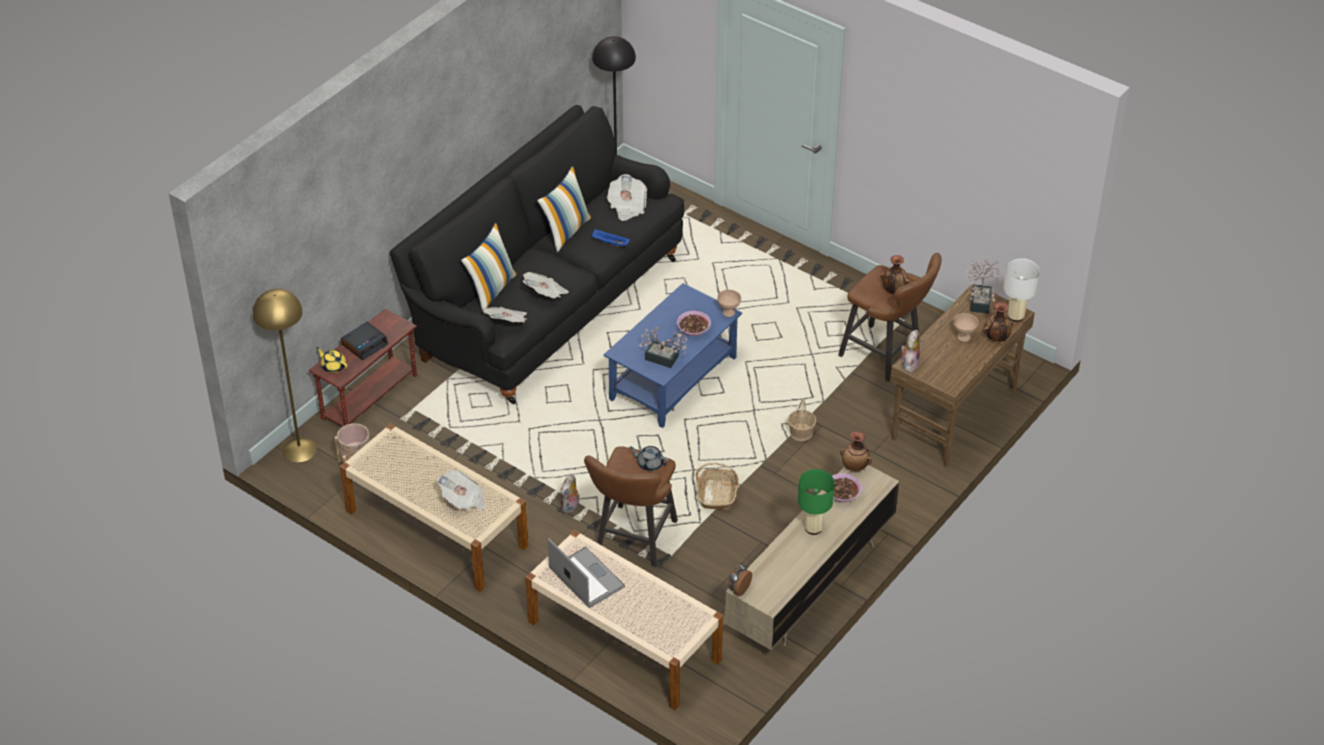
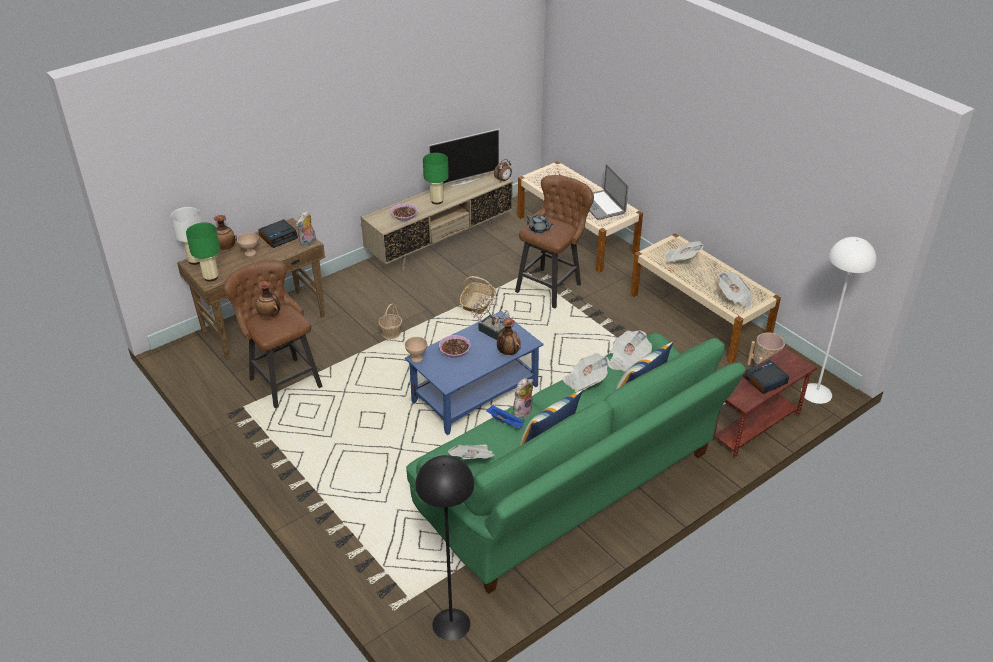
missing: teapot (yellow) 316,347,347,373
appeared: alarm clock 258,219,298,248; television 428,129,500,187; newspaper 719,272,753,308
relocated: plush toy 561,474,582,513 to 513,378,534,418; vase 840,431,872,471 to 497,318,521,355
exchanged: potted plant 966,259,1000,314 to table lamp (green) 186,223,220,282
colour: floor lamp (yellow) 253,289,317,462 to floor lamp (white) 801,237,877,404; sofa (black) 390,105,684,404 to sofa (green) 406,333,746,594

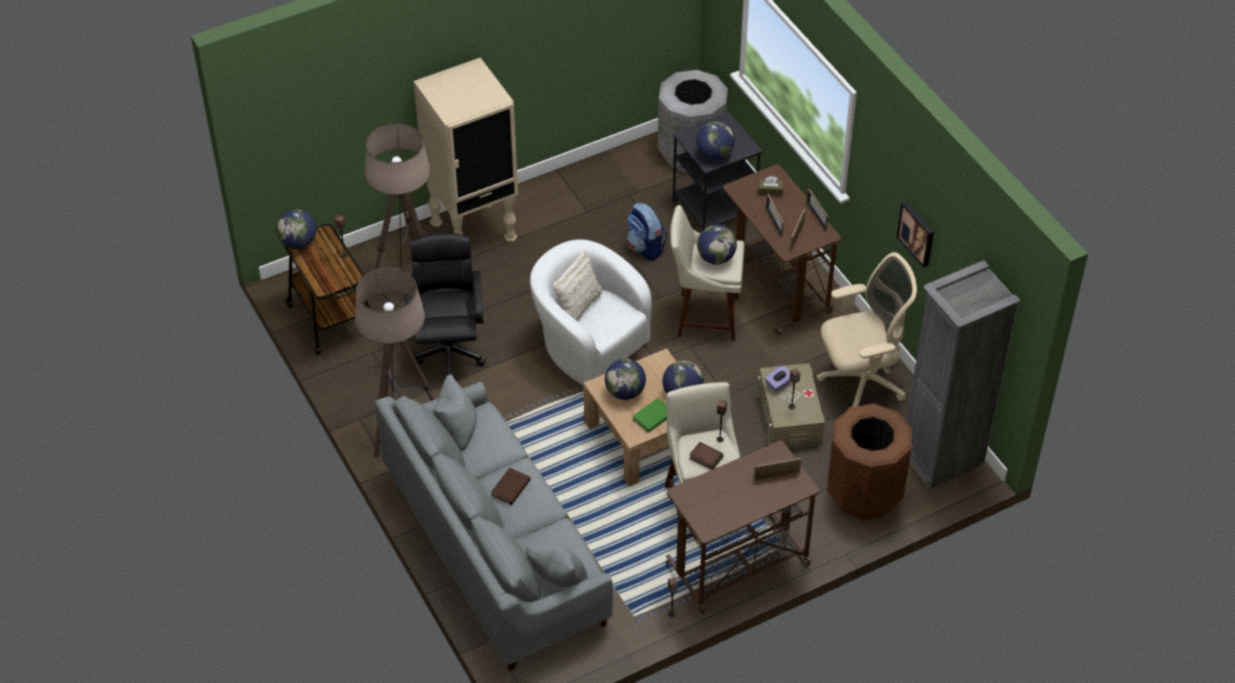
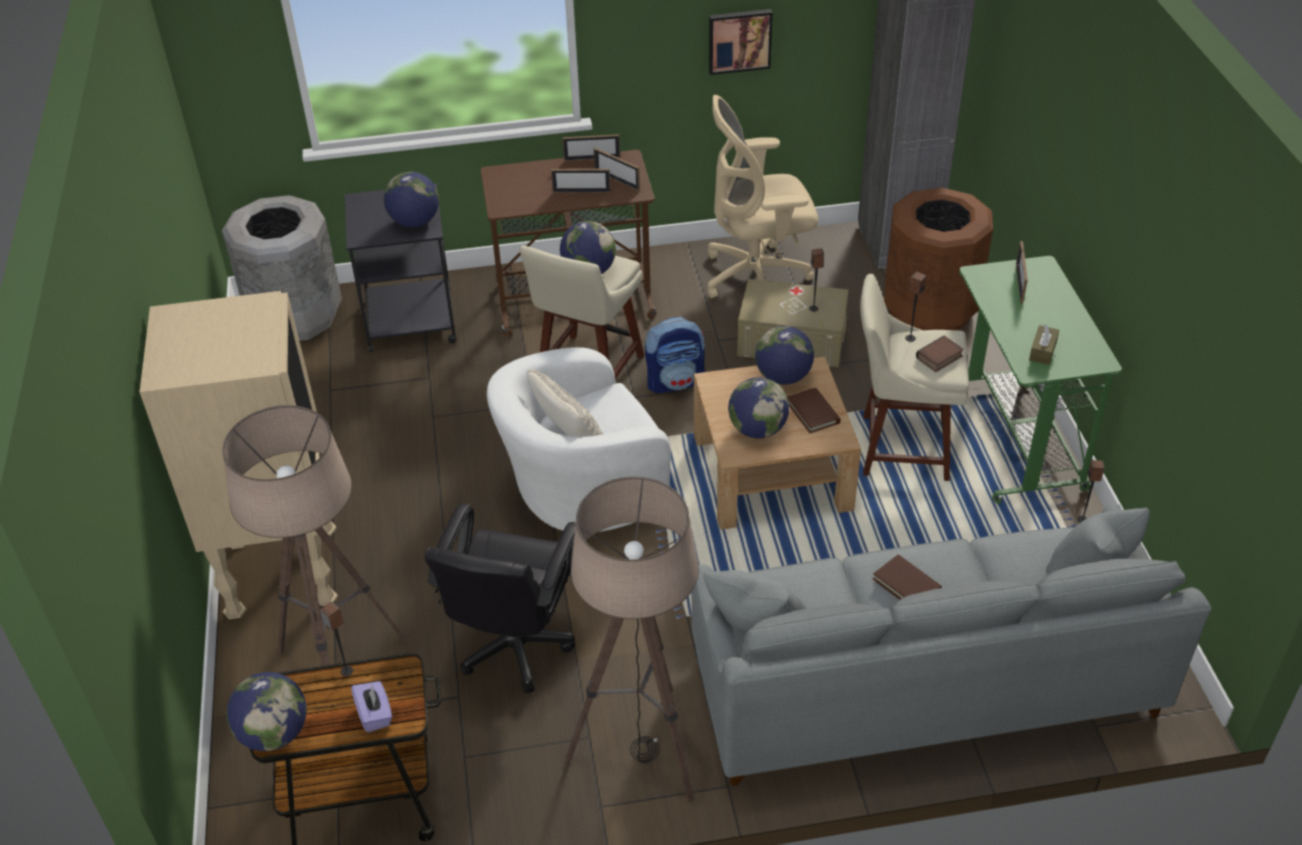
relocated: backpack 627,203,667,261 to 645,317,705,393; tissue box (brown) 758,176,783,196 to 1029,324,1059,365; tissue box (purple) 765,365,791,392 to 351,681,392,733
colour: book (green) 633,398,667,433 to book (brown) 787,388,841,433; desk (brown) 666,441,820,614 to desk (green) 959,256,1122,504
spun: office chair (black) 405,232,485,380 = 425,503,576,693 90 degrees counterclockwise; office chair (beige) 816,252,917,408 = 708,95,818,298 105 degrees counterclockwise

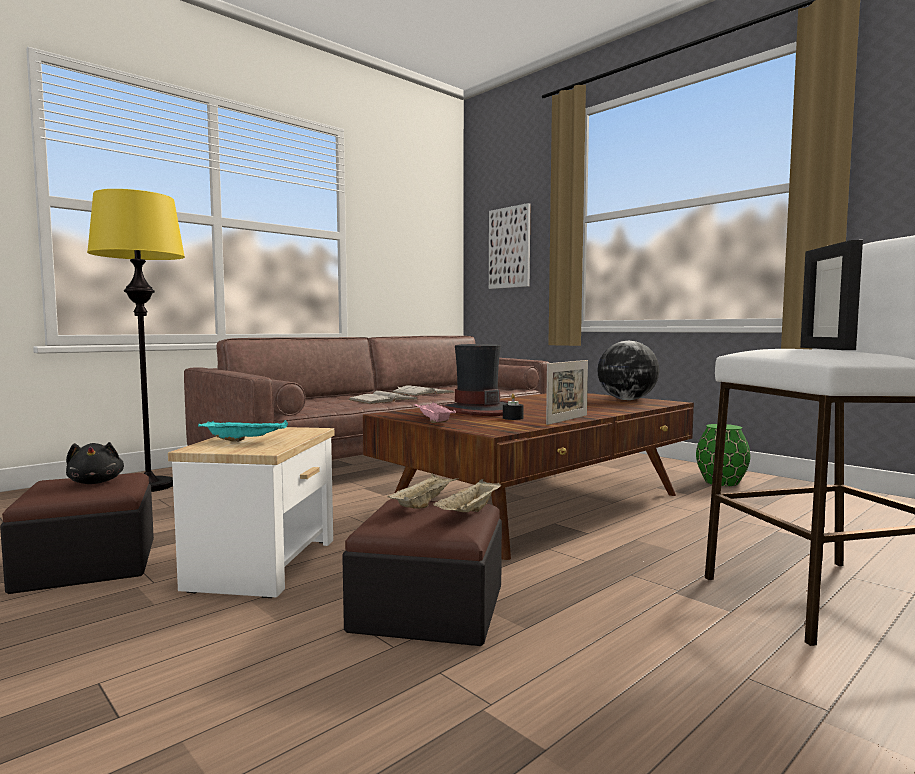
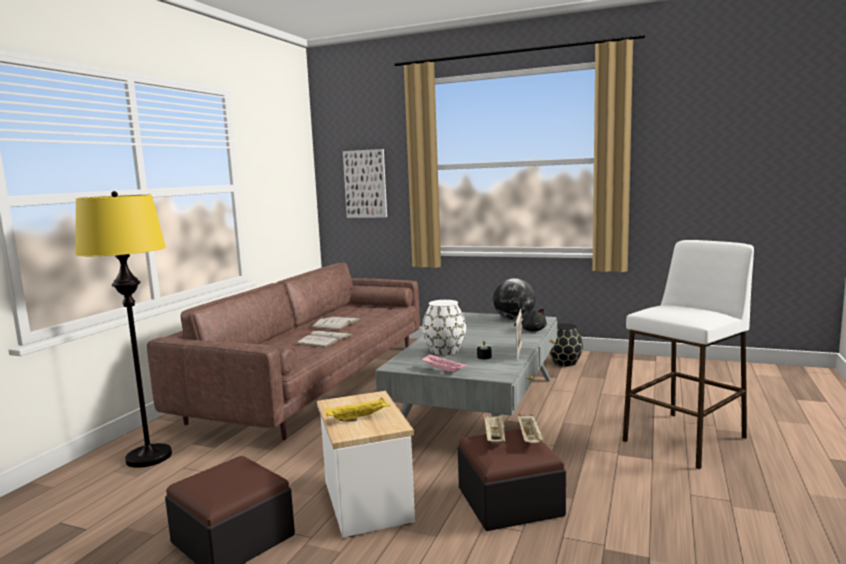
missing: picture frame 800,240,863,350
relocated: plush toy (black) 66,442,124,484 to 514,309,547,331
exchanged: hat 439,344,508,416 to vase (white) 422,300,466,355
colour: tray (turquoise) 198,420,288,442 to tray (yellow) 325,398,391,422; coffee table (brown) 363,393,694,560 to coffee table (grey) 375,312,557,431; vase (green) 696,424,750,486 to vase (black) 550,323,583,366

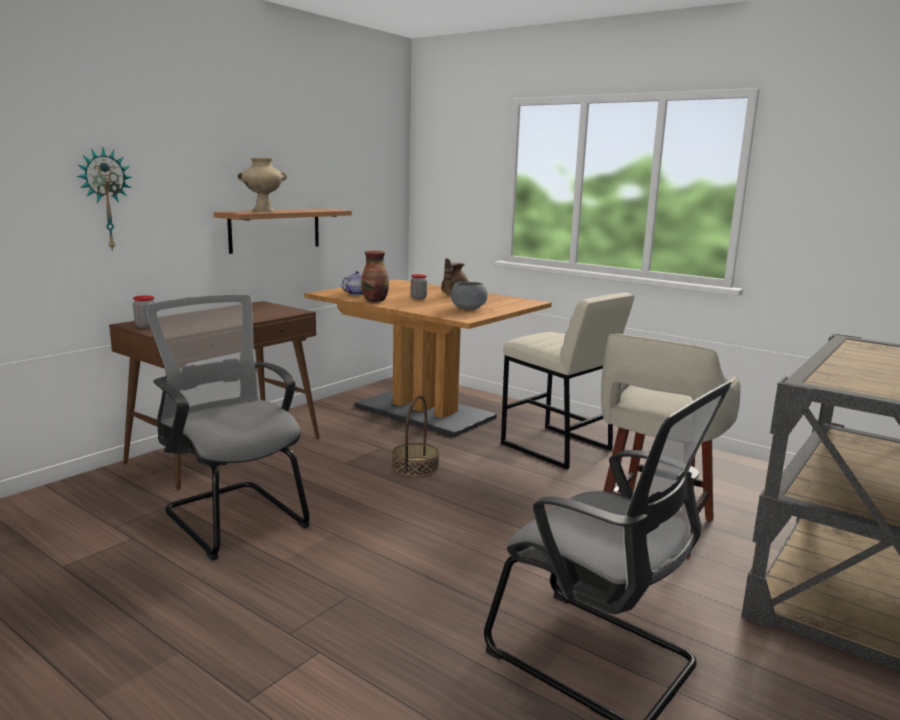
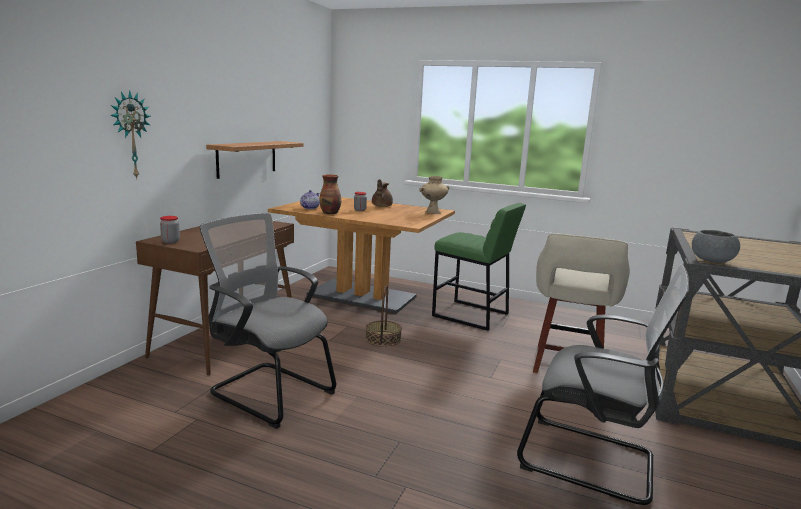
relocated: vase (beige) 237,158,287,212 to 419,176,449,214; bowl (grey) 451,282,488,310 to 692,230,740,263
colour: chair (beige) 501,292,634,469 to chair (green) 432,203,526,331

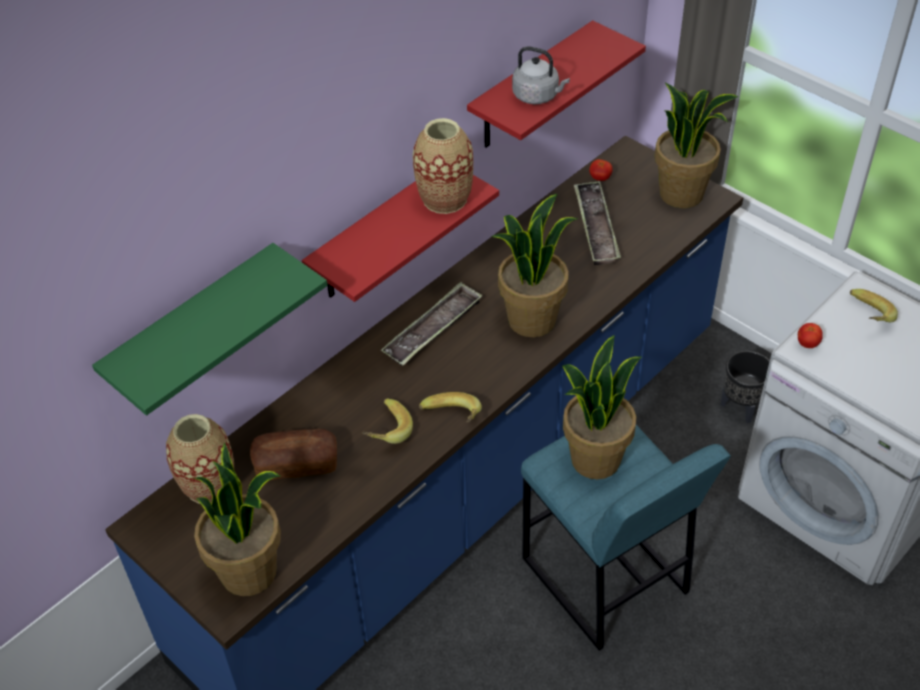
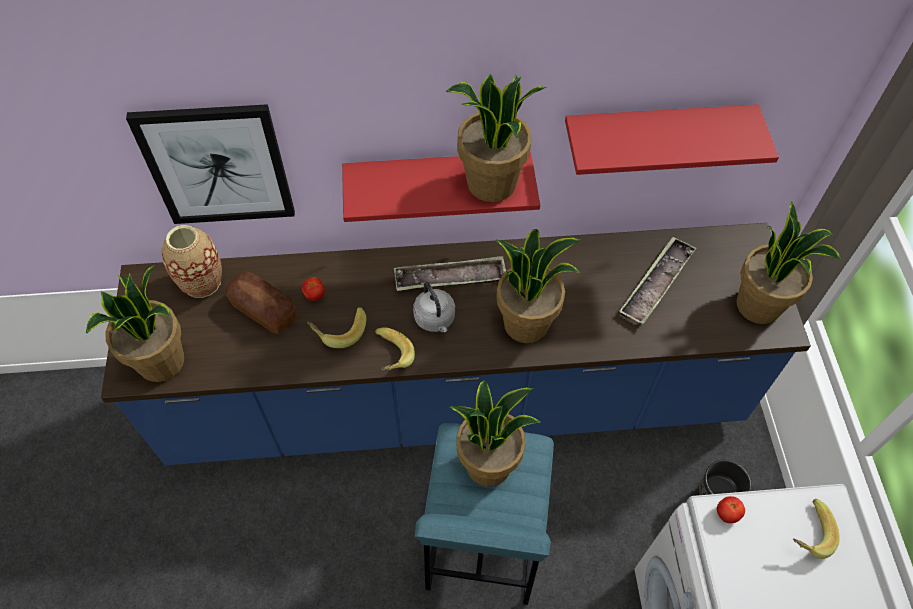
relocated: kettle (grey) 512,46,570,104 to 413,282,455,332; tomato 589,159,613,181 to 302,278,325,301
exchanged: shelf (green) 92,243,328,415 to picture 126,104,295,224; vase 413,118,473,214 to potted plant 446,74,546,202

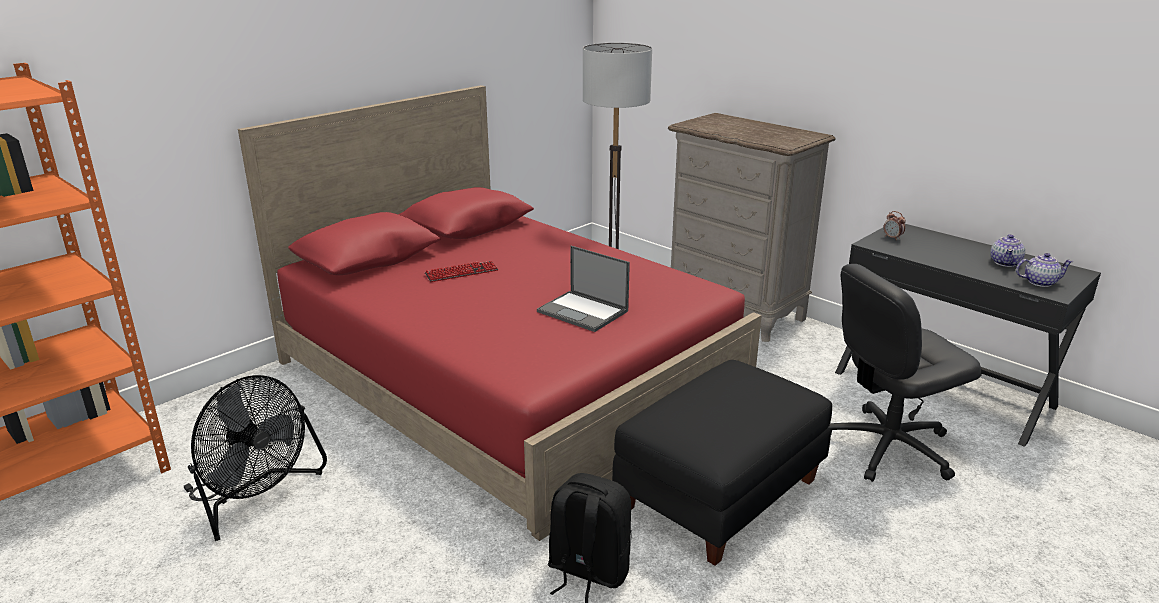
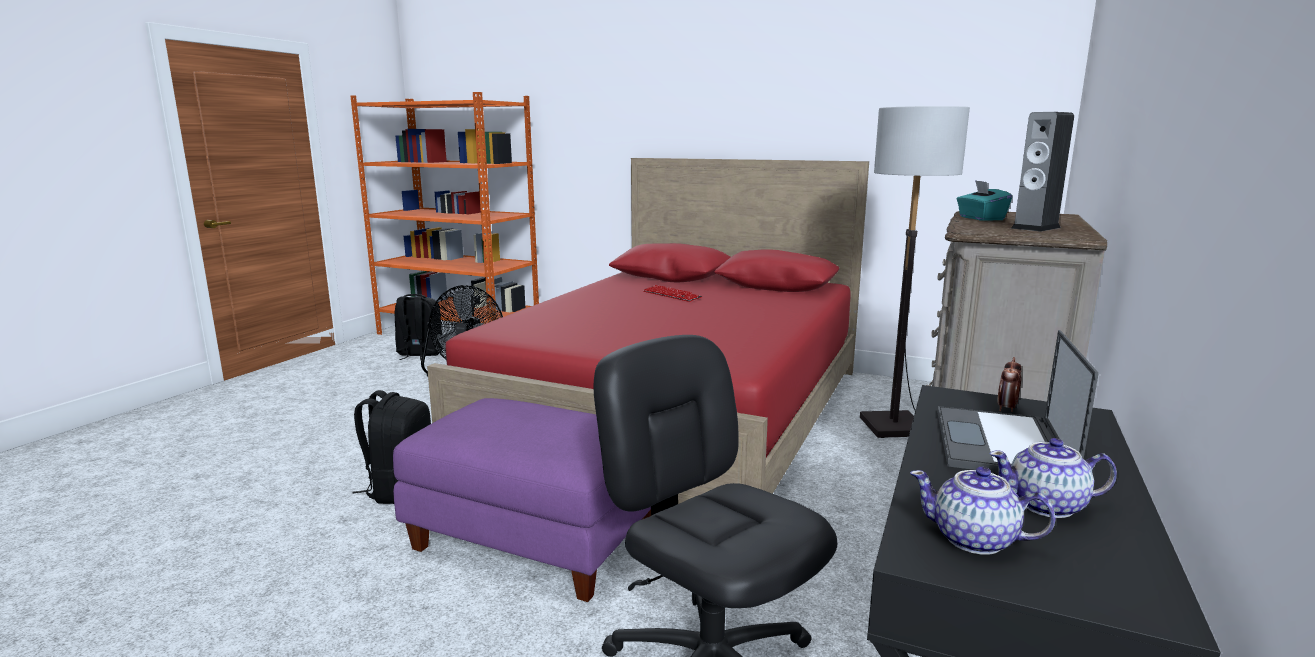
appeared: backpack (black) 395,294,443,360; tissue box (turquoise) 957,180,1012,221; speaker 1011,112,1074,231
relocated: laptop 537,246,630,332 to 937,330,1099,473
colour: ottoman (black) 612,360,832,566 to ottoman (purple) 393,398,651,602
spun: teapot 1016,253,1073,287 = 910,467,1056,555 135 degrees clockwise

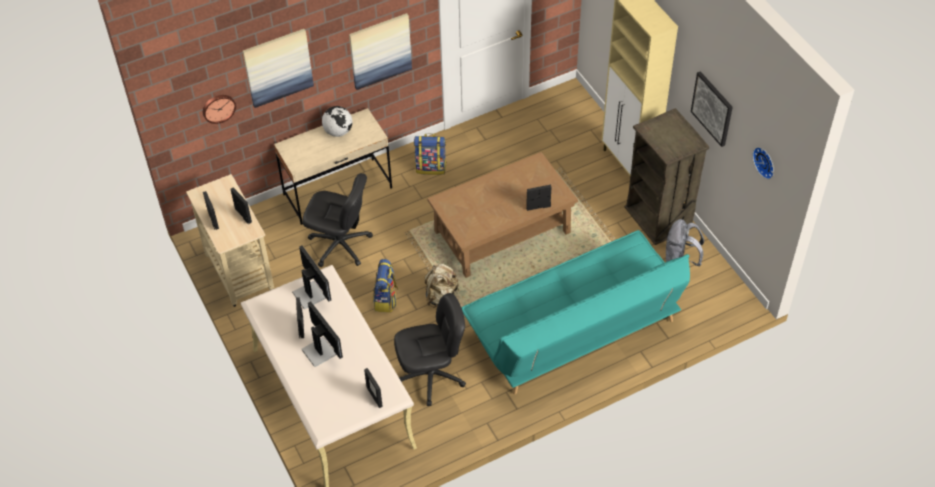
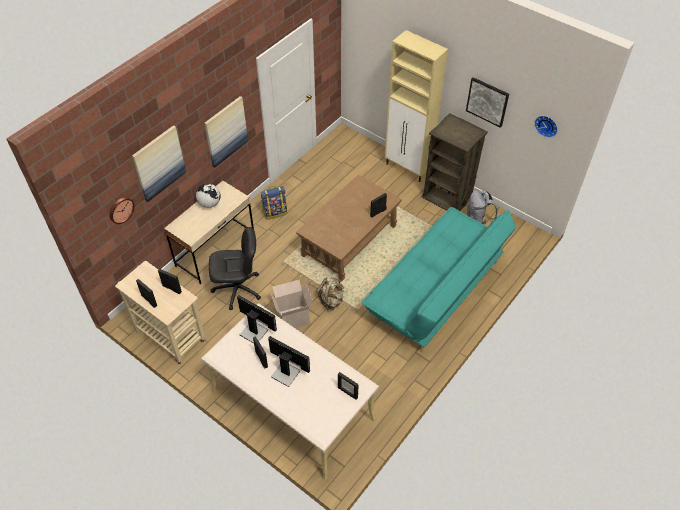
missing: office chair (black) 394,293,466,406
exchanged: backpack 373,259,399,312 to cardboard box 270,280,313,328

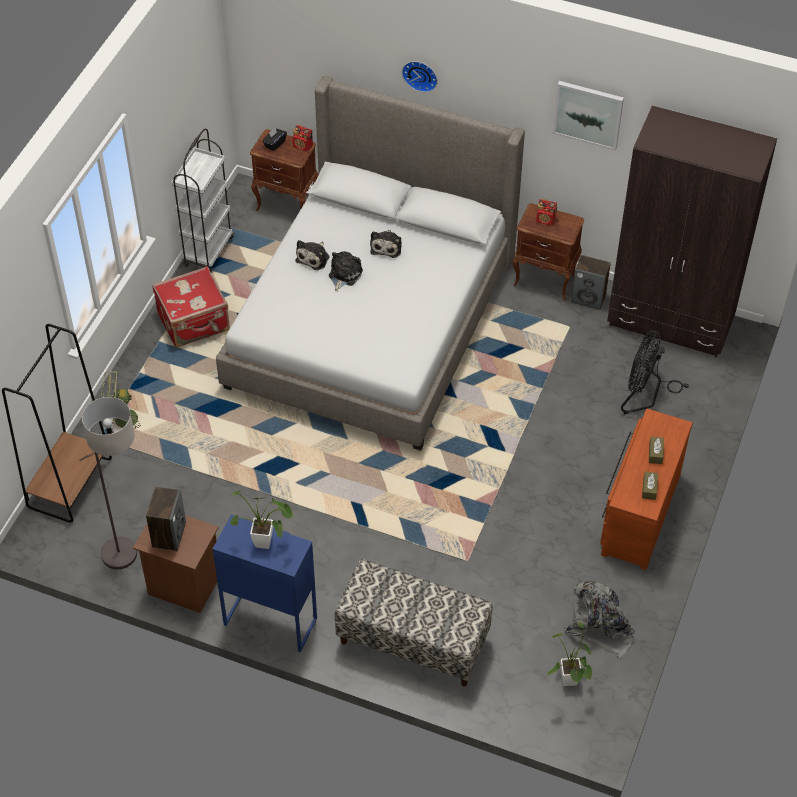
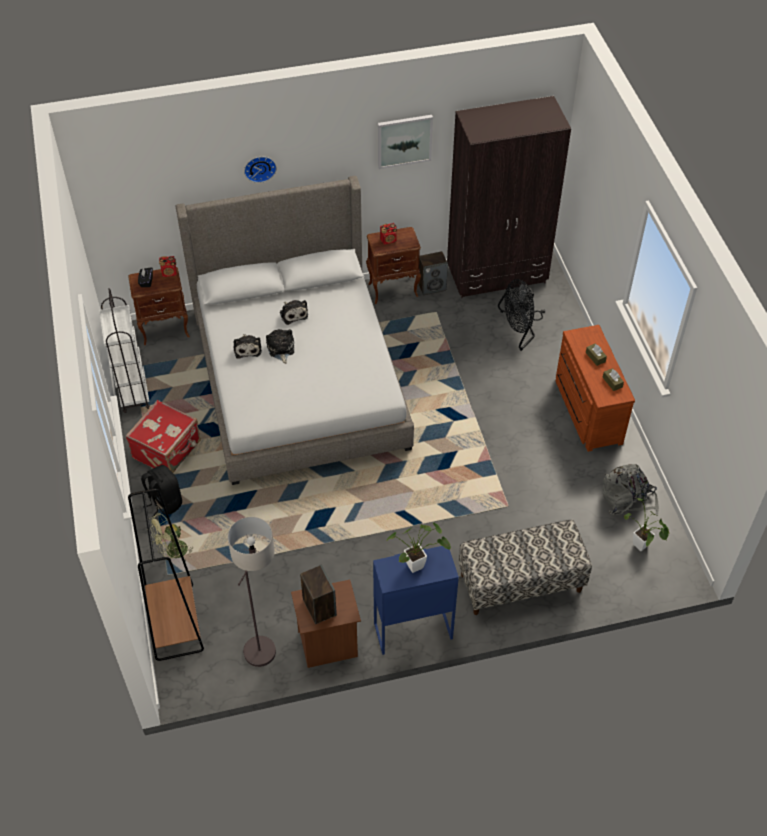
appeared: backpack (black) 141,465,182,518

